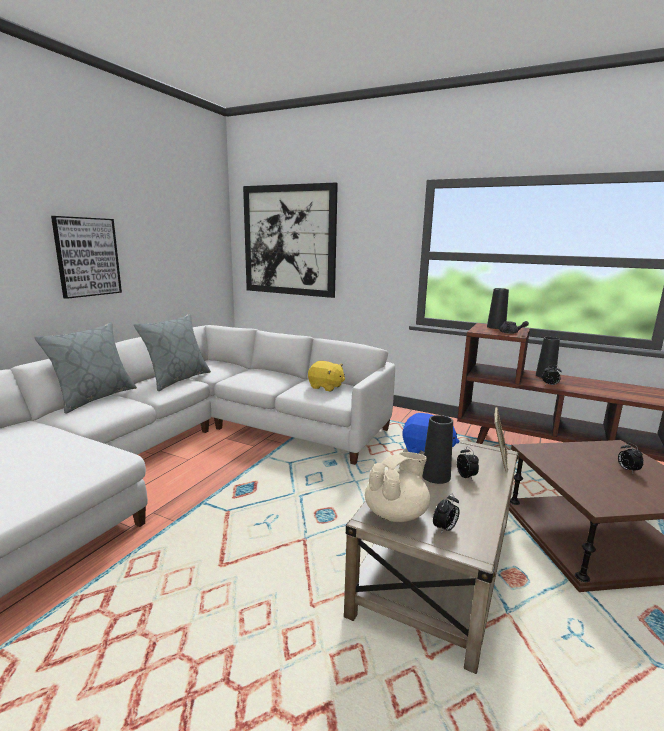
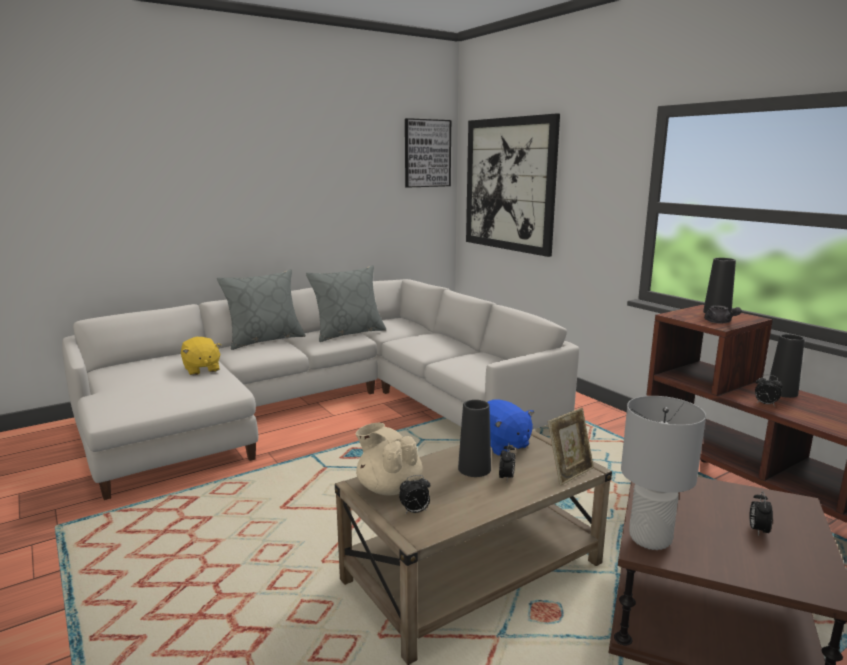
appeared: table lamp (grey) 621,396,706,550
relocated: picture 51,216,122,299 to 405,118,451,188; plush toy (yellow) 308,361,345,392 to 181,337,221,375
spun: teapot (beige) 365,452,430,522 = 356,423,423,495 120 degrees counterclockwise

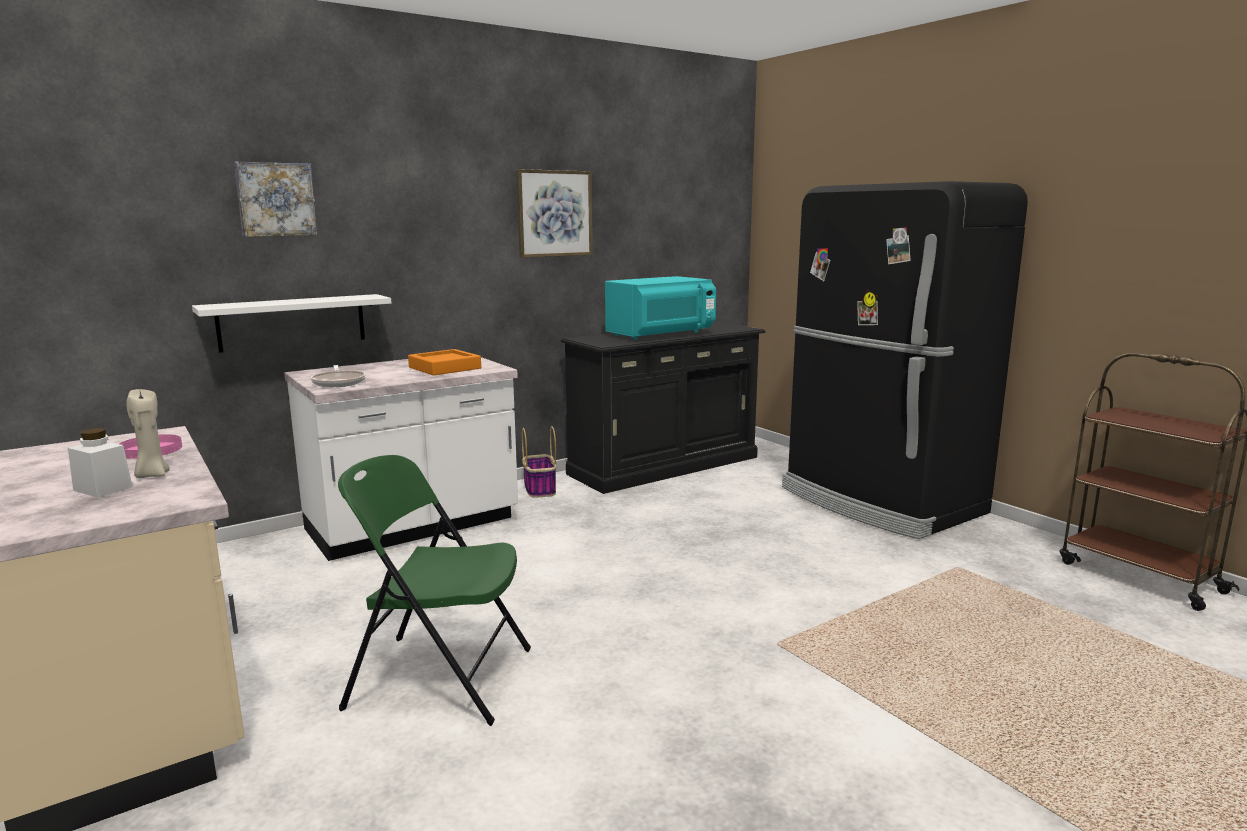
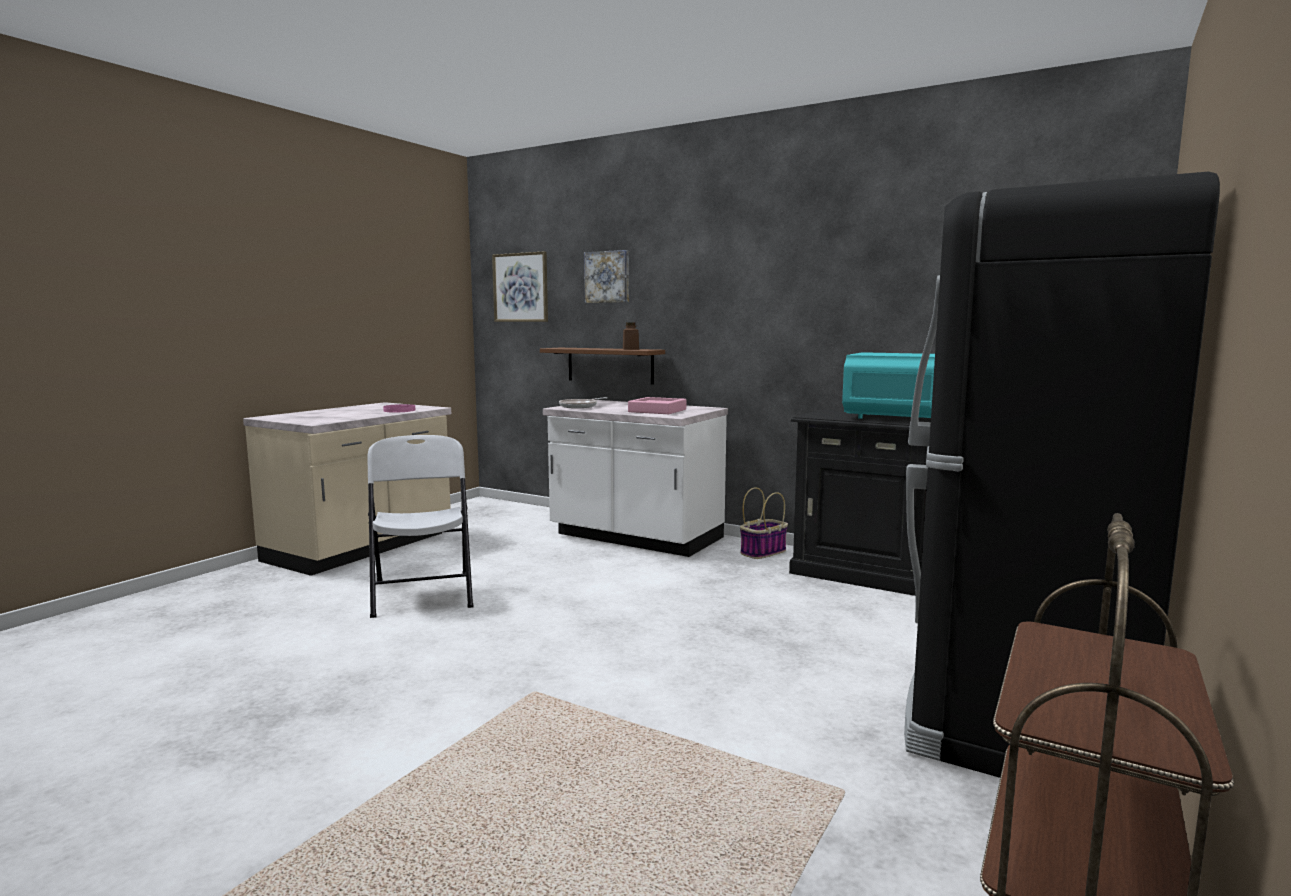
missing: jar (white) 68,428,133,498; candle (beige) 126,389,170,478
appeared: jar (brown) 623,323,639,350
relocated: picture 516,169,593,258 to 492,251,548,322
colour: shelf (white) 192,294,391,353 to shelf (brown) 540,348,665,384; chair (green) 338,455,531,726 to chair (white) 367,435,474,618; tray (orange) 408,349,481,375 to tray (pink) 628,397,686,414

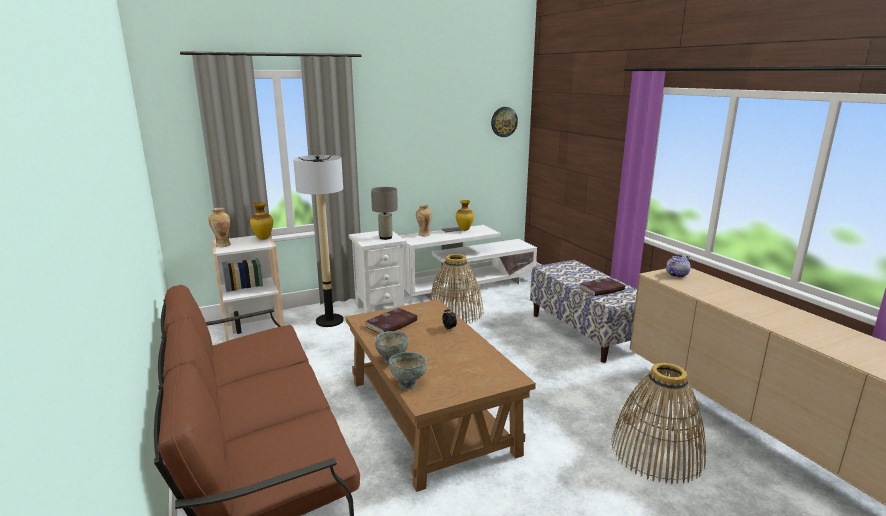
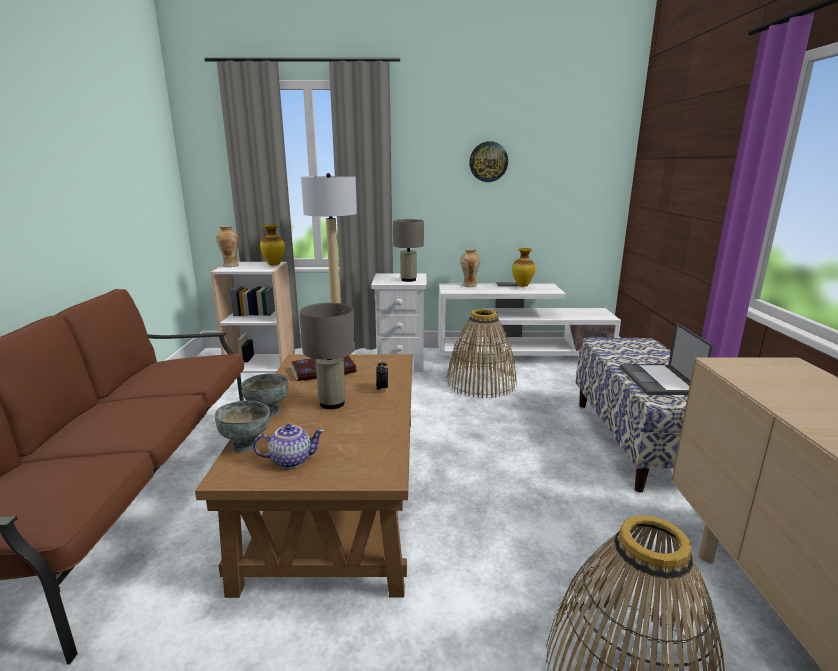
appeared: table lamp (grey) 299,303,355,409
relocated: wall clock 491,107,518,137 to 469,141,508,182; teapot 666,254,691,278 to 253,424,325,468
exchanged: book 579,278,625,296 to laptop 620,323,713,395

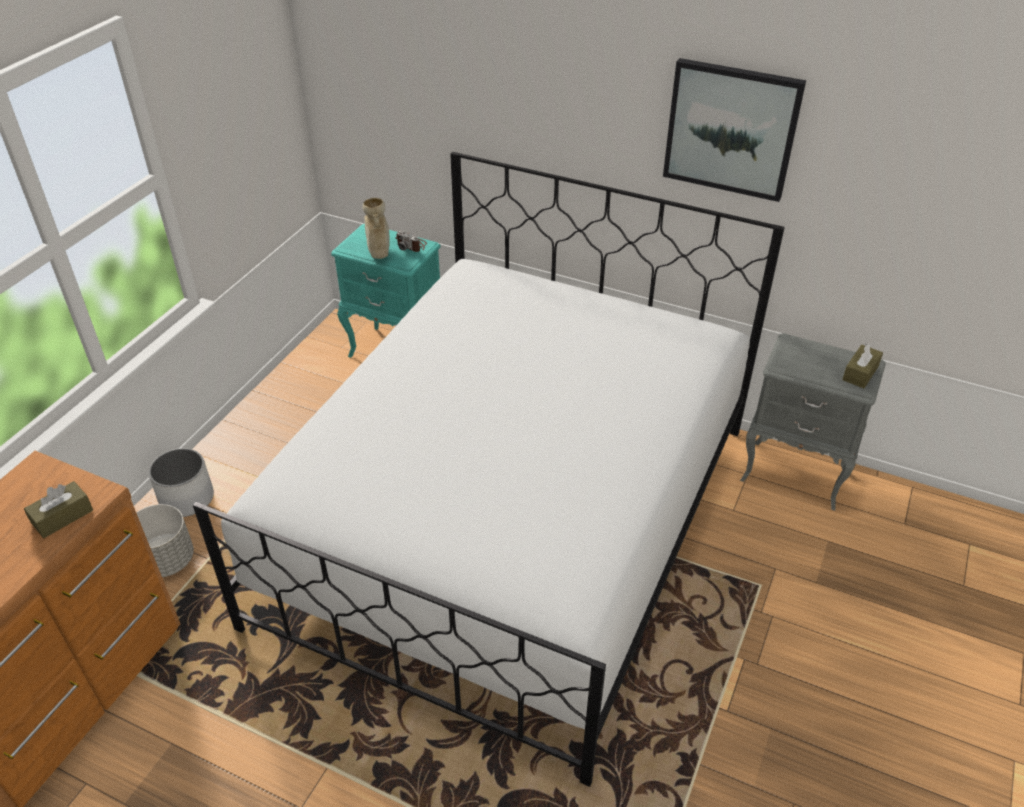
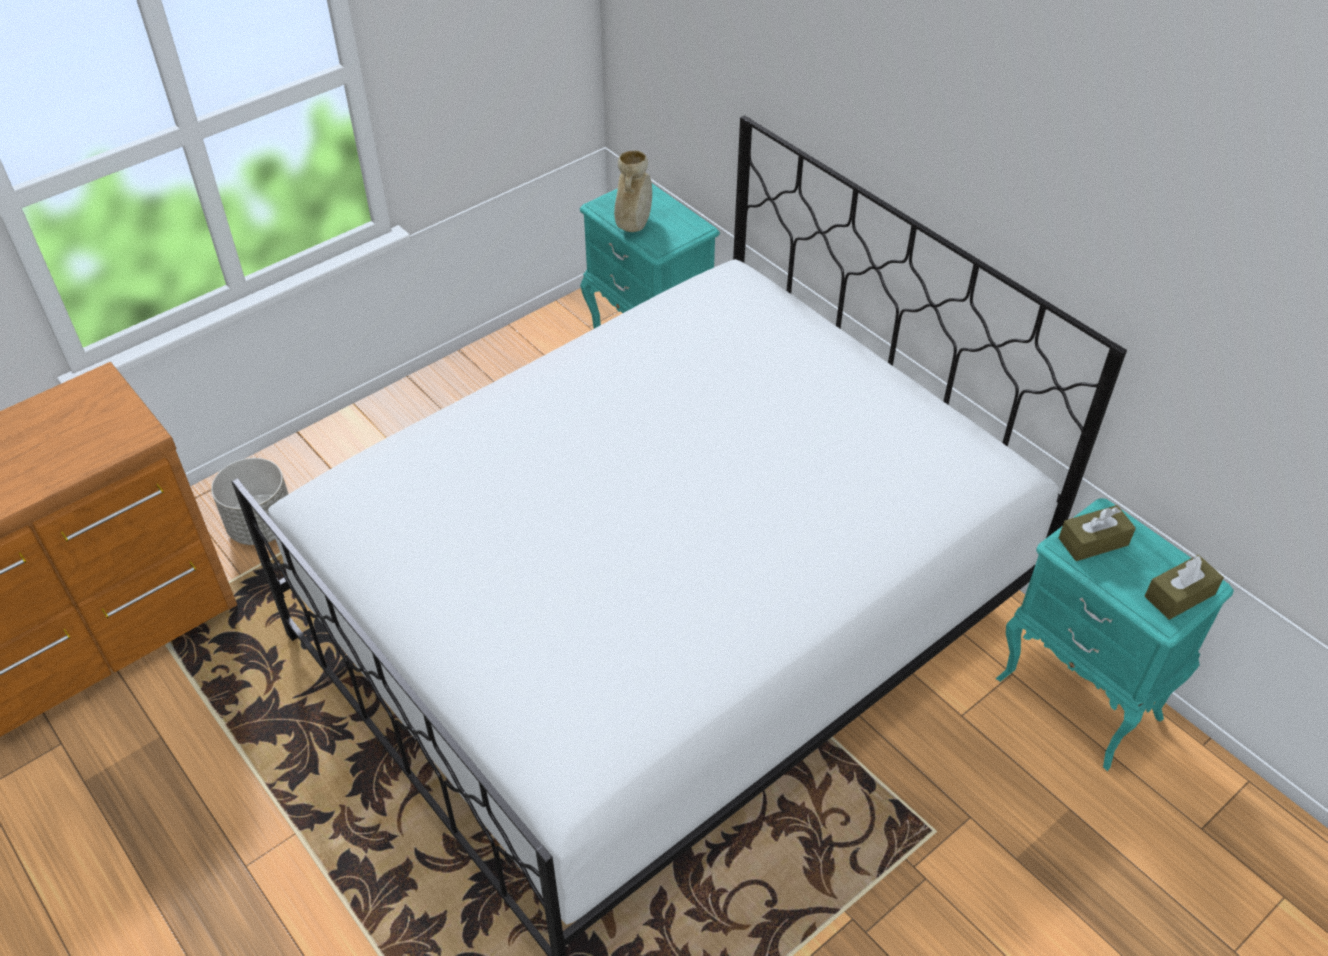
missing: planter (white) 149,448,214,517; photo camera 396,231,427,252; picture 663,58,806,202
relocated: tissue box (brown) 24,481,93,538 to 1059,505,1136,561
colour: nightstand (grey) 740,333,886,511 to nightstand (turquoise) 996,498,1234,771

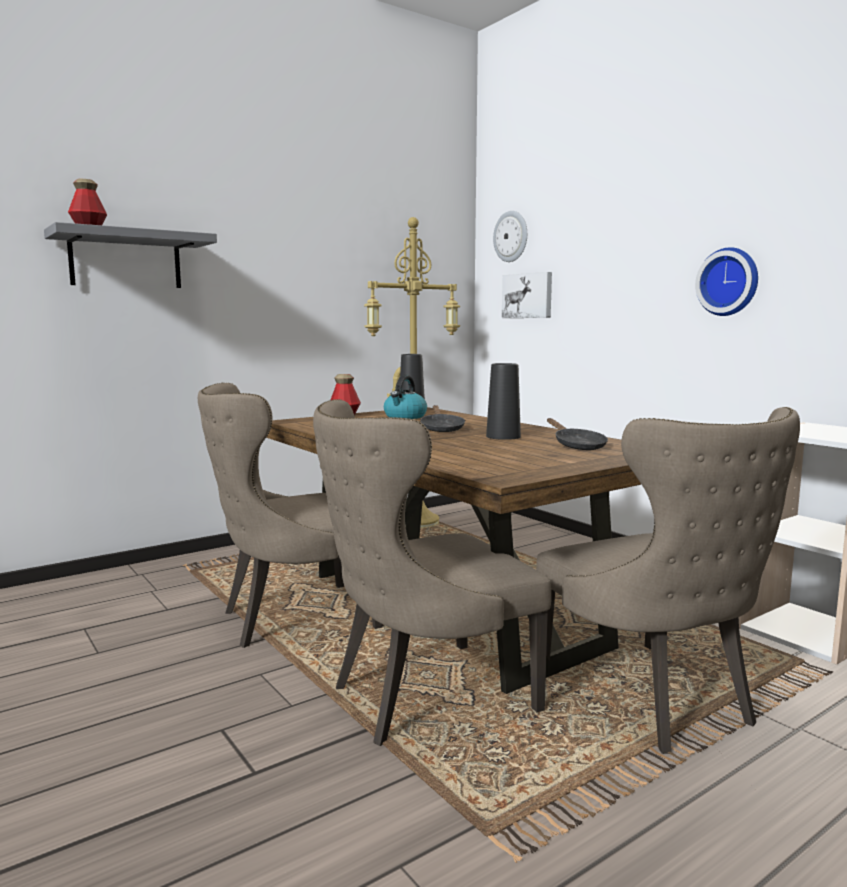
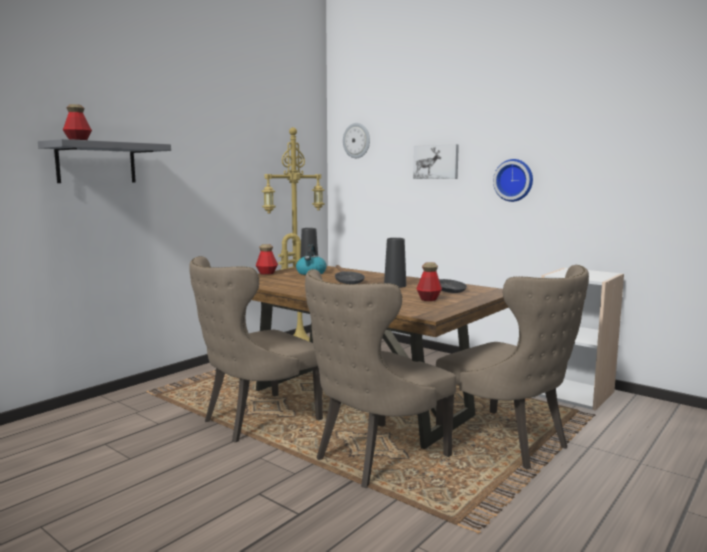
appeared: bottle 416,262,442,301
relocated: picture 502,272,552,318 to 413,144,459,179

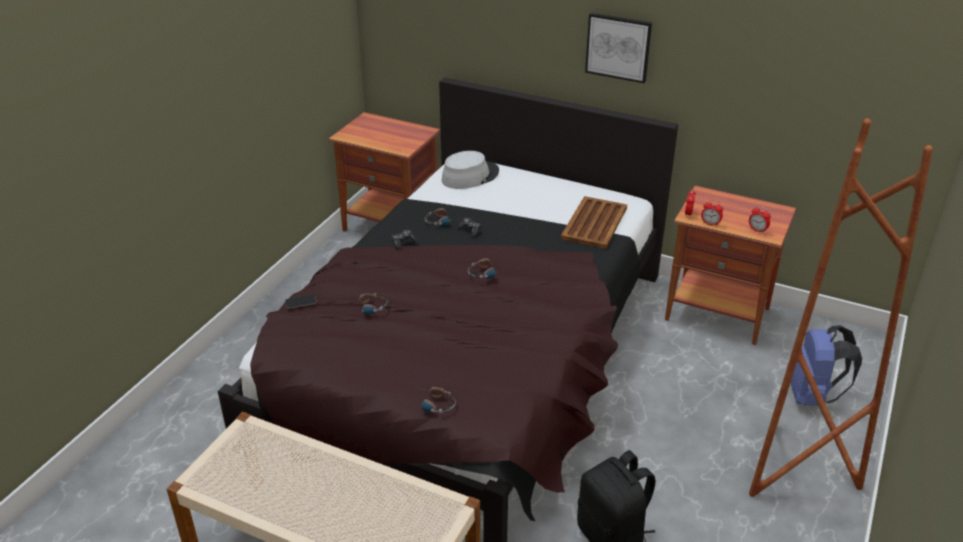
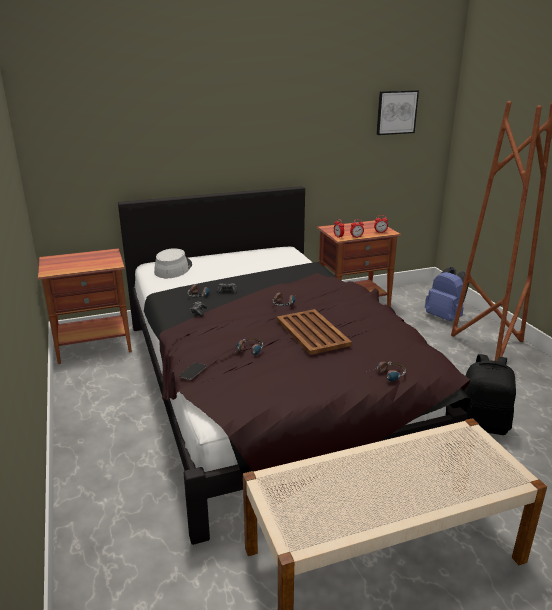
relocated: tray (brown) 561,196,627,249 to 277,309,352,355; picture 585,13,652,83 to 376,90,419,135

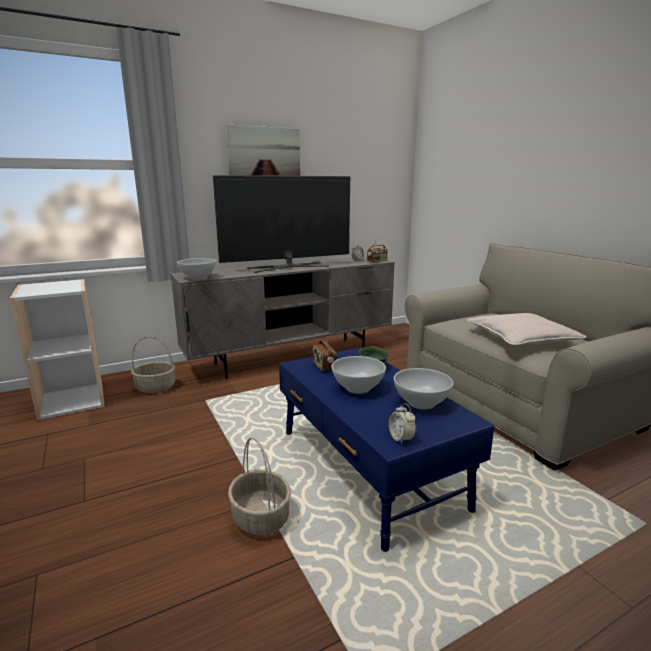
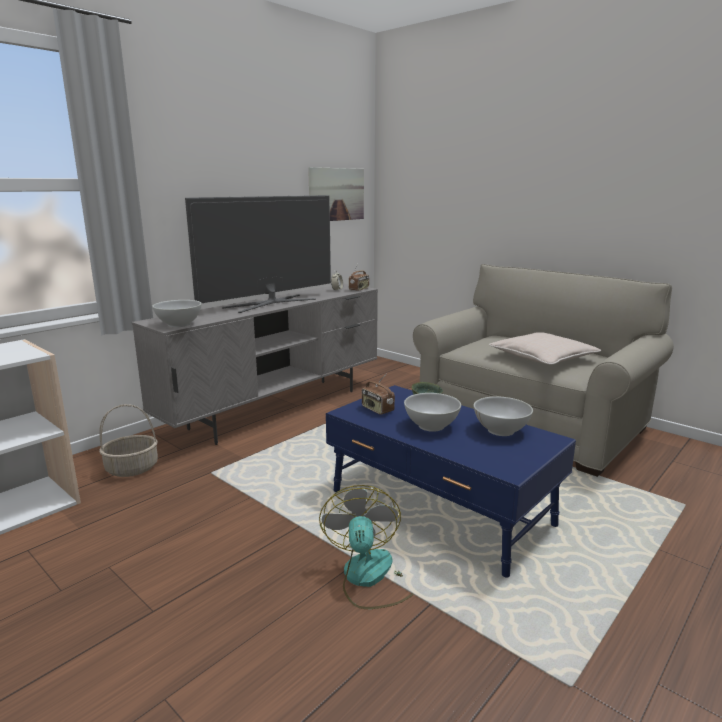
missing: alarm clock 389,403,416,444
relocated: picture 225,124,300,176 to 308,167,364,221
exchanged: basket 228,437,291,535 to fan 319,485,414,609

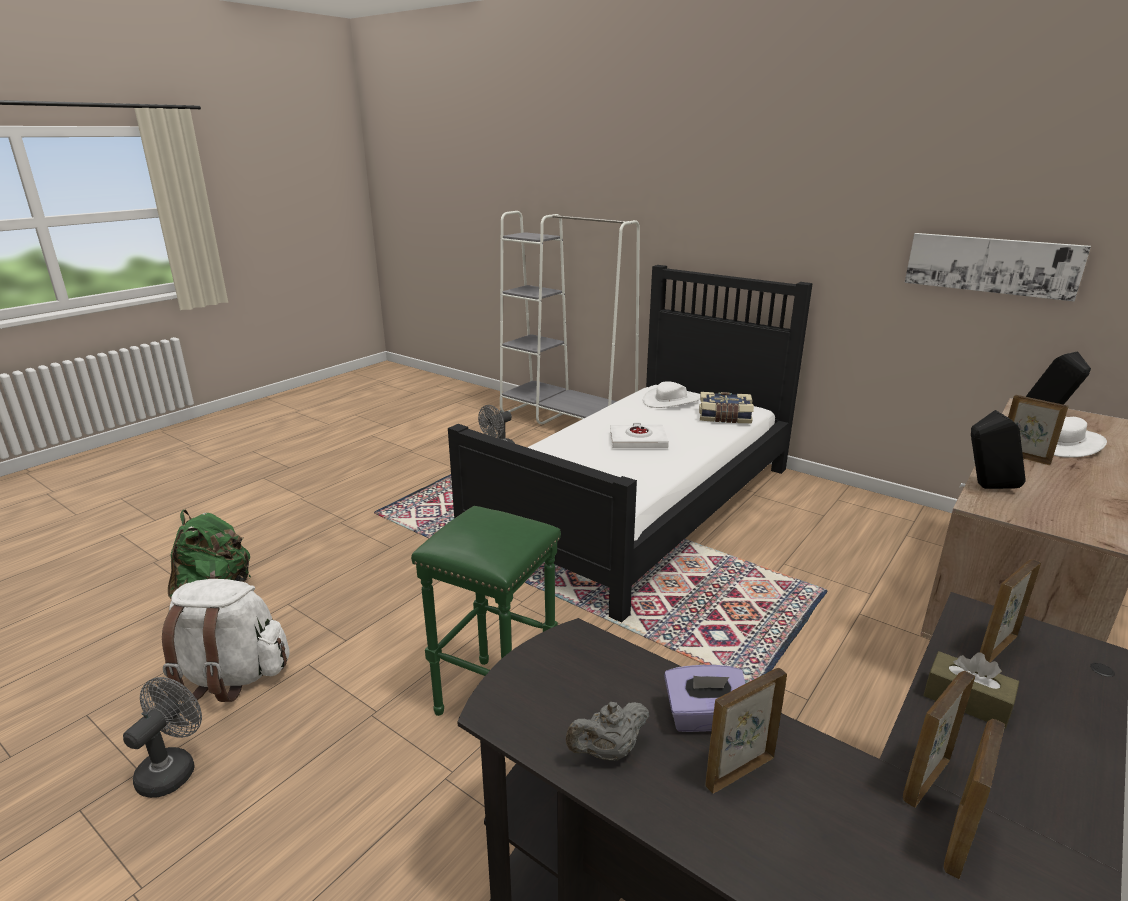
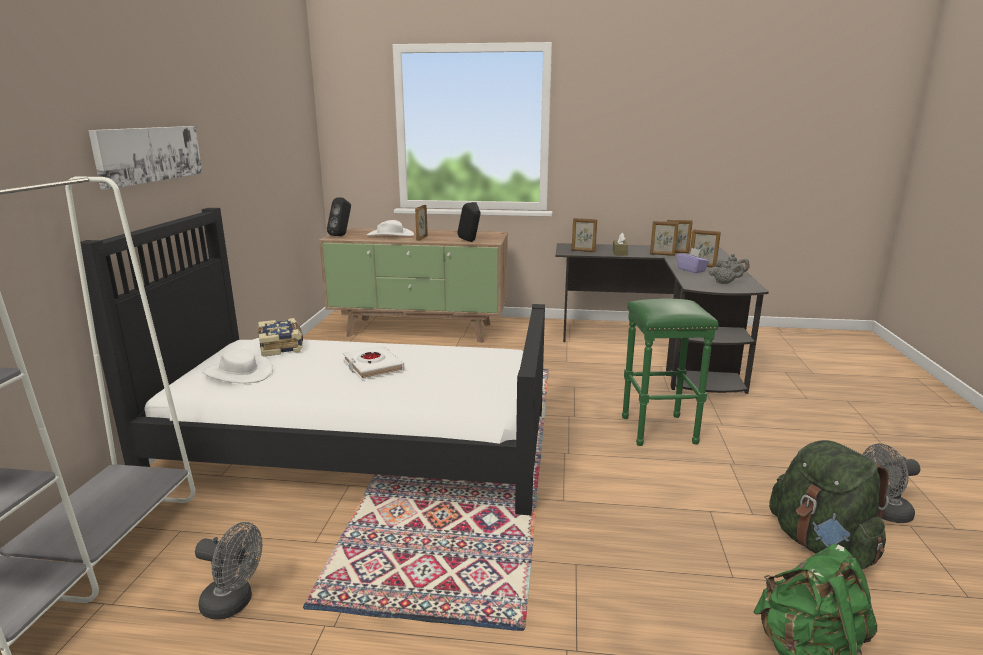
appeared: teapot (grey) 709,260,744,284
relocated: picture 905,233,1091,302 to 88,126,202,189
colour: backpack (white) 162,579,290,702 to backpack (green) 769,440,889,569

